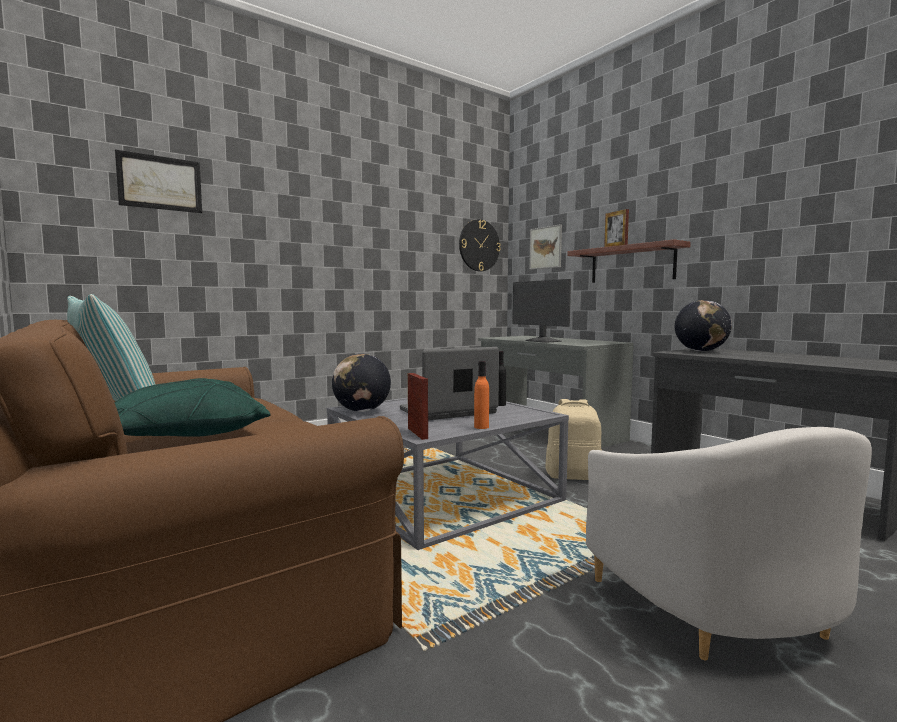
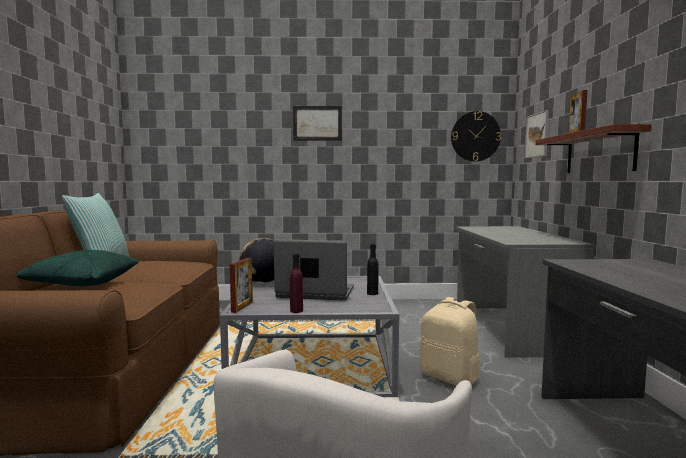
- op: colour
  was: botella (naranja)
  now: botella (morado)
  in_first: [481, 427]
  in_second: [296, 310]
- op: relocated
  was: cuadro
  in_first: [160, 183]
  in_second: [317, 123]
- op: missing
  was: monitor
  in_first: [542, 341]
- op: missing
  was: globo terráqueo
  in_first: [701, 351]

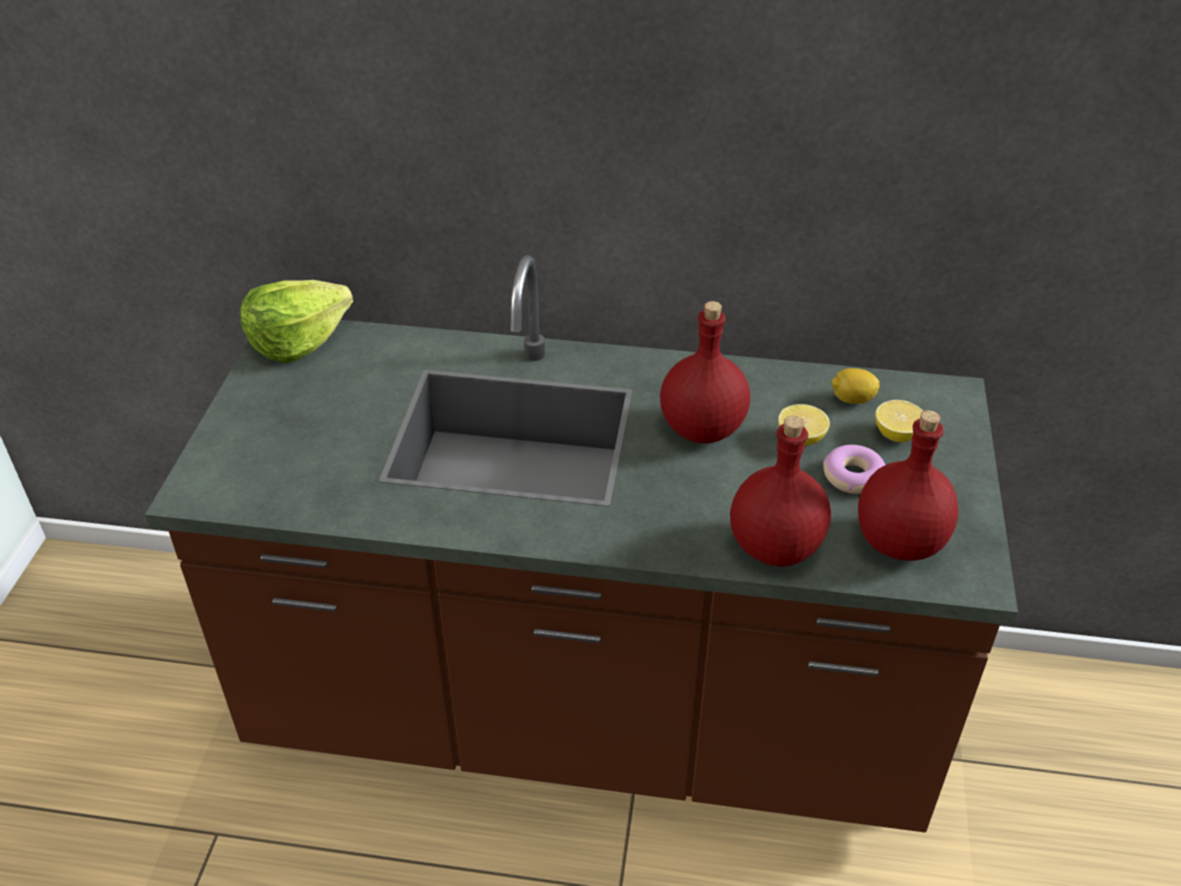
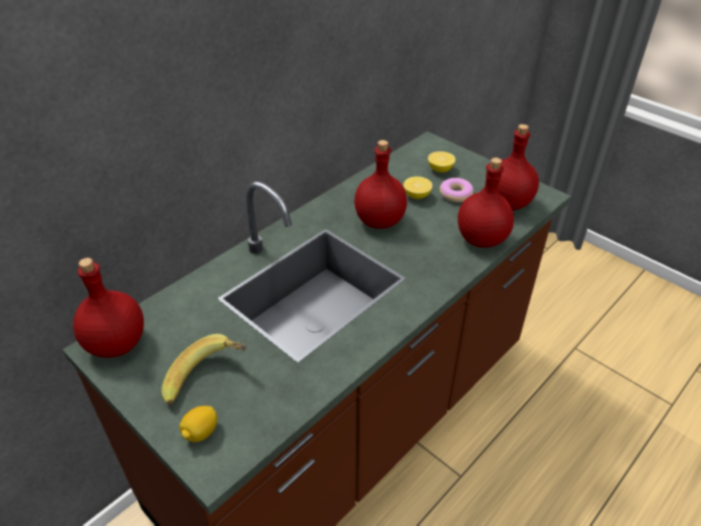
- op: exchanged
  was: lechuga
  now: botella (rojo)
  in_first: [297, 341]
  in_second: [116, 345]
- op: appeared
  now: plátano
  in_second: [208, 381]
- op: relocated
  was: limón
  in_first: [852, 399]
  in_second: [201, 432]

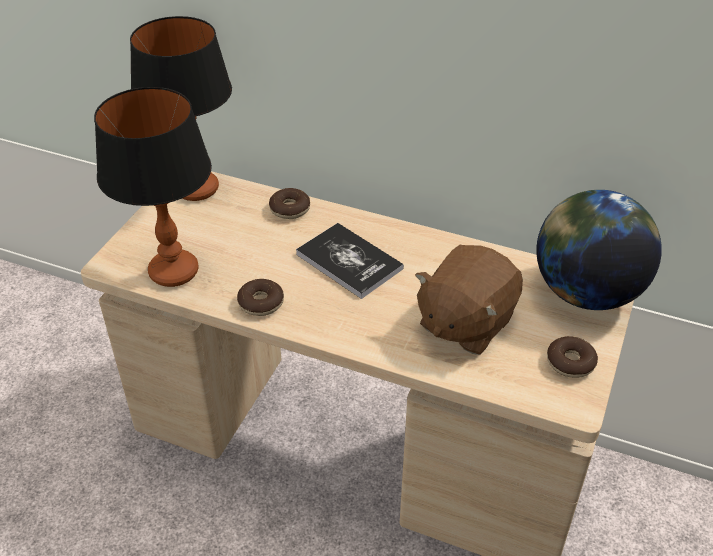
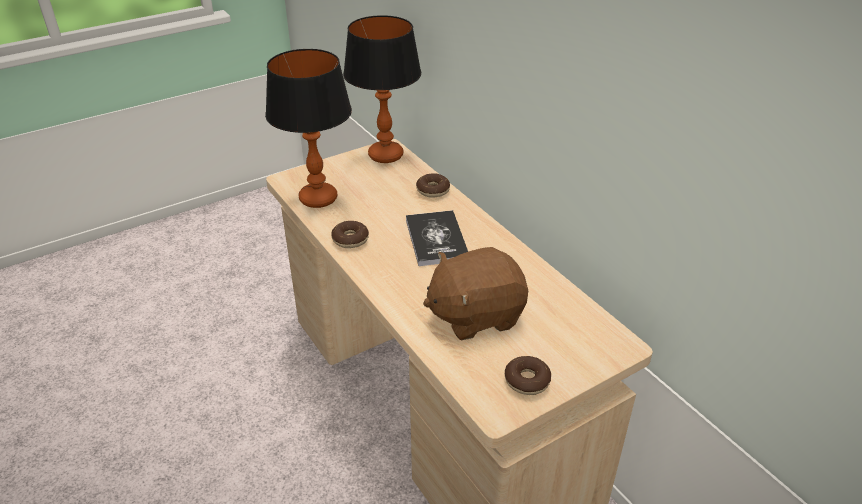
- op: missing
  was: globo terráqueo
  in_first: [586, 292]

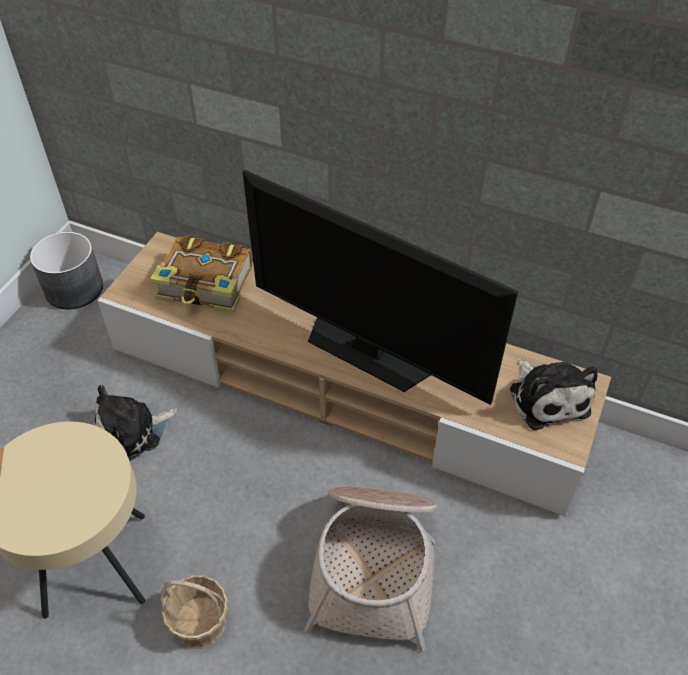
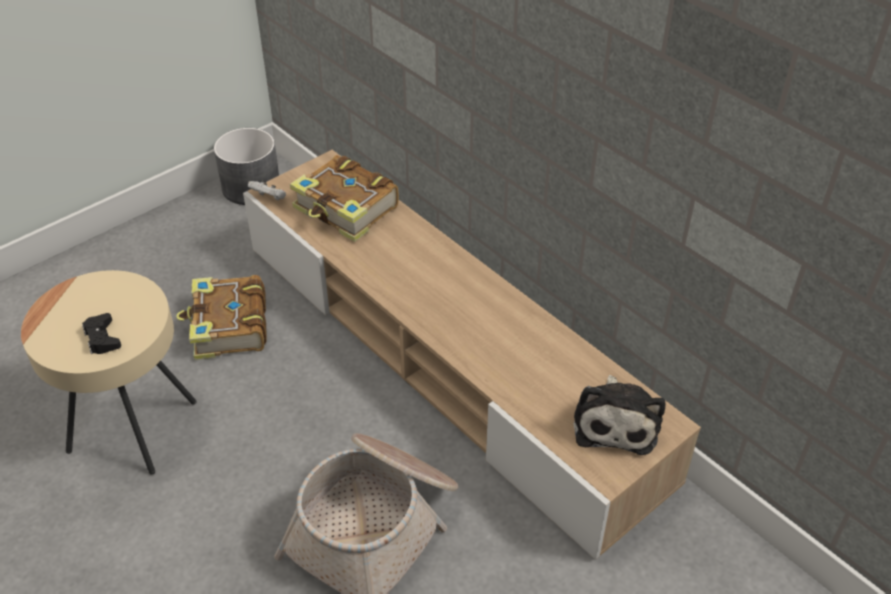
- op: appeared
  now: mando de consola (negro)
  in_second: [102, 338]
- op: exchanged
  was: peluche
  now: libro
  in_first: [132, 432]
  in_second: [228, 327]
- op: appeared
  now: mando de consola (blanco)
  in_second: [269, 198]
- op: missing
  was: cesta
  in_first: [200, 622]
- op: missing
  was: televisor
  in_first: [368, 350]

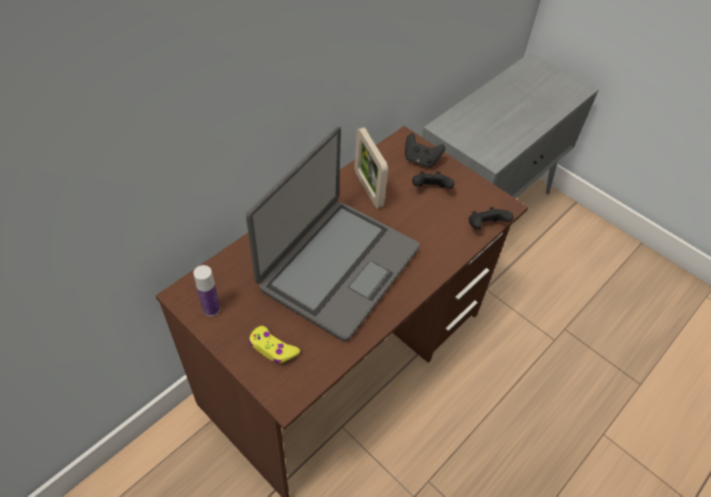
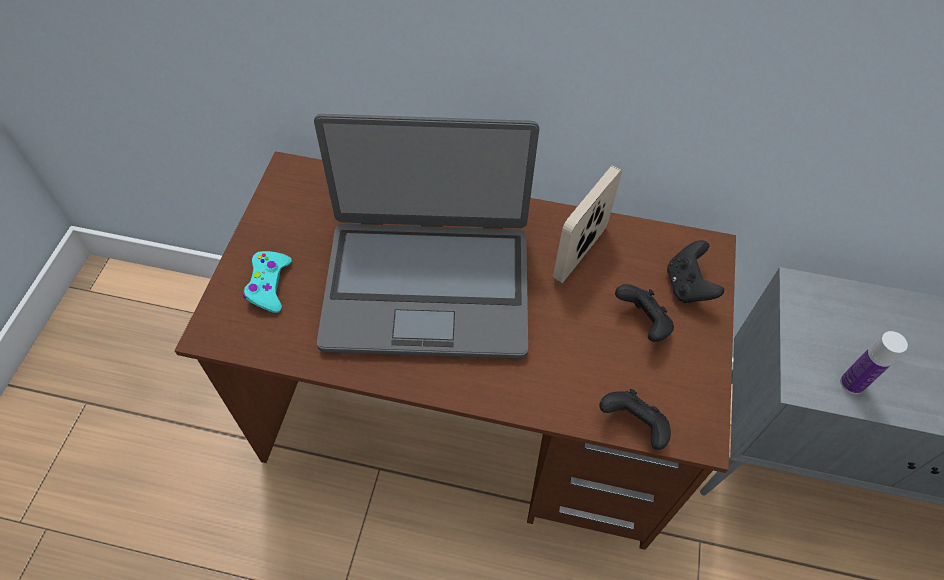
- op: colour
  was: mando de consola (amarillo)
  now: mando de consola (turquesa)
  in_first: [272, 348]
  in_second: [269, 285]
- op: relocated
  was: botella
  in_first: [211, 308]
  in_second: [852, 383]

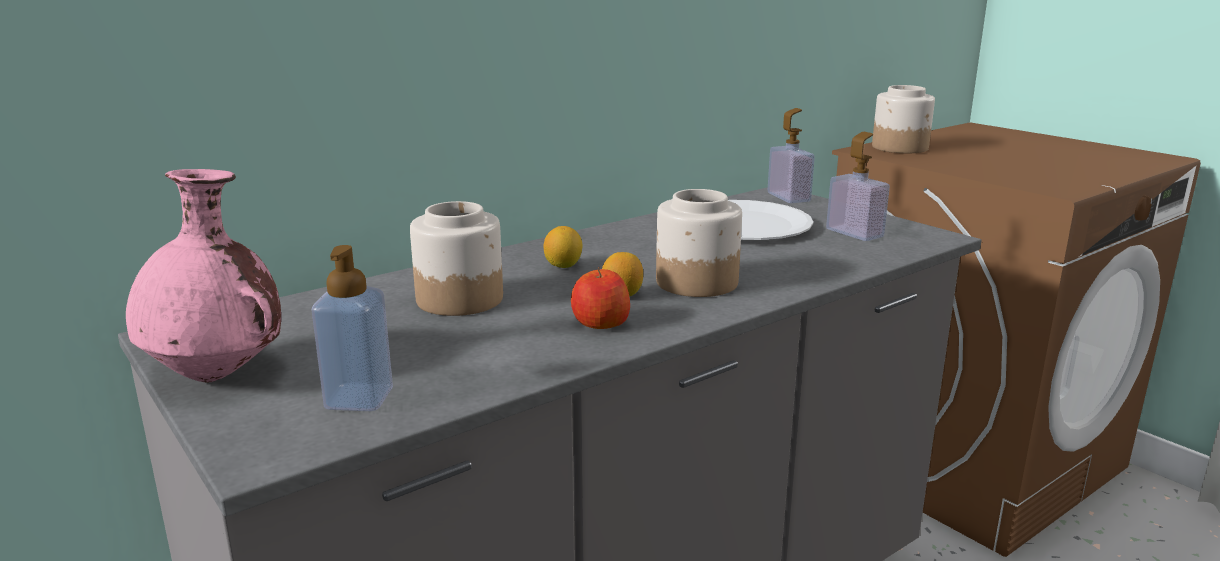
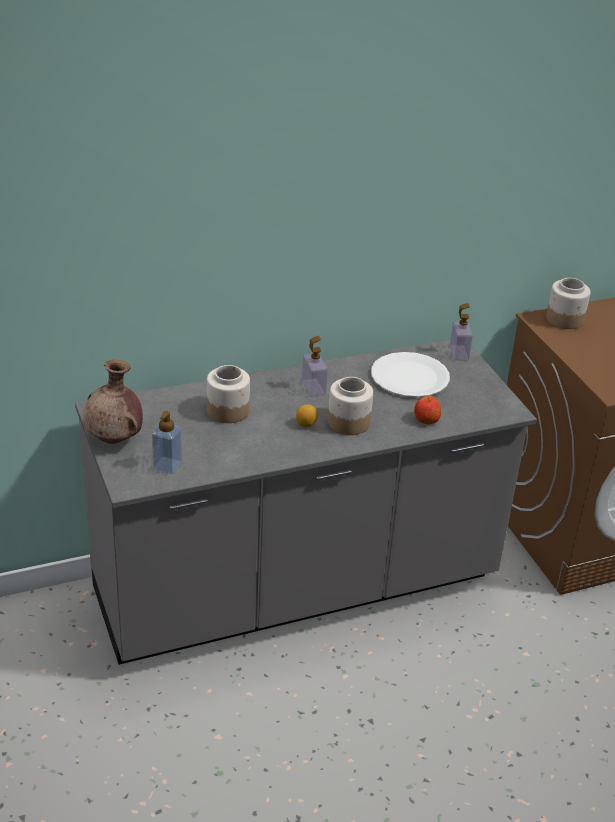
- op: colour
  was: florero (rosa)
  now: florero (marrón)
  in_first: [219, 375]
  in_second: [115, 439]
- op: relocated
  was: dispensador de jabón
  in_first: [854, 233]
  in_second: [313, 388]
- op: relocated
  was: manzana
  in_first: [600, 323]
  in_second: [426, 419]
- op: missing
  was: limón
  in_first: [563, 266]

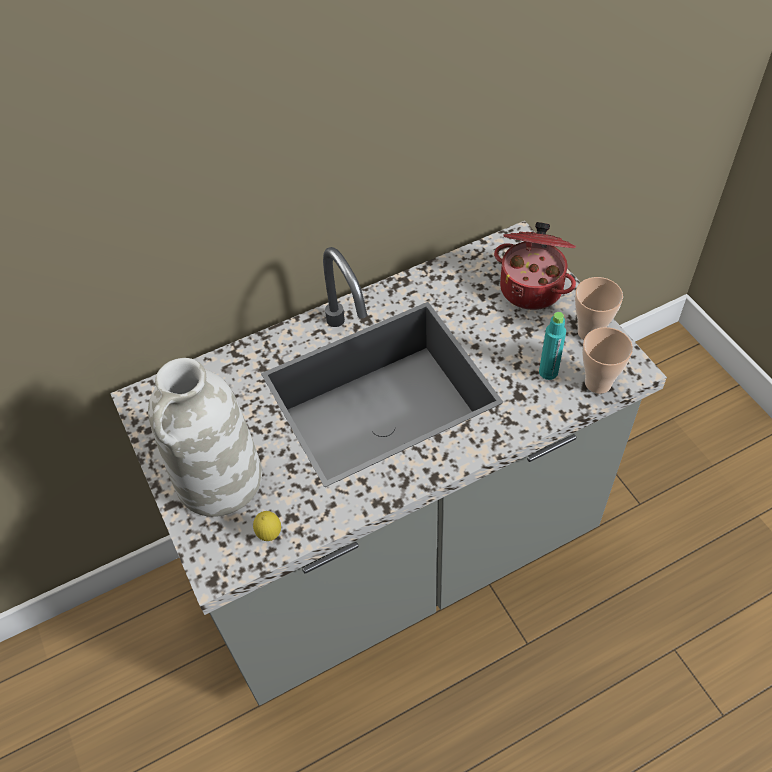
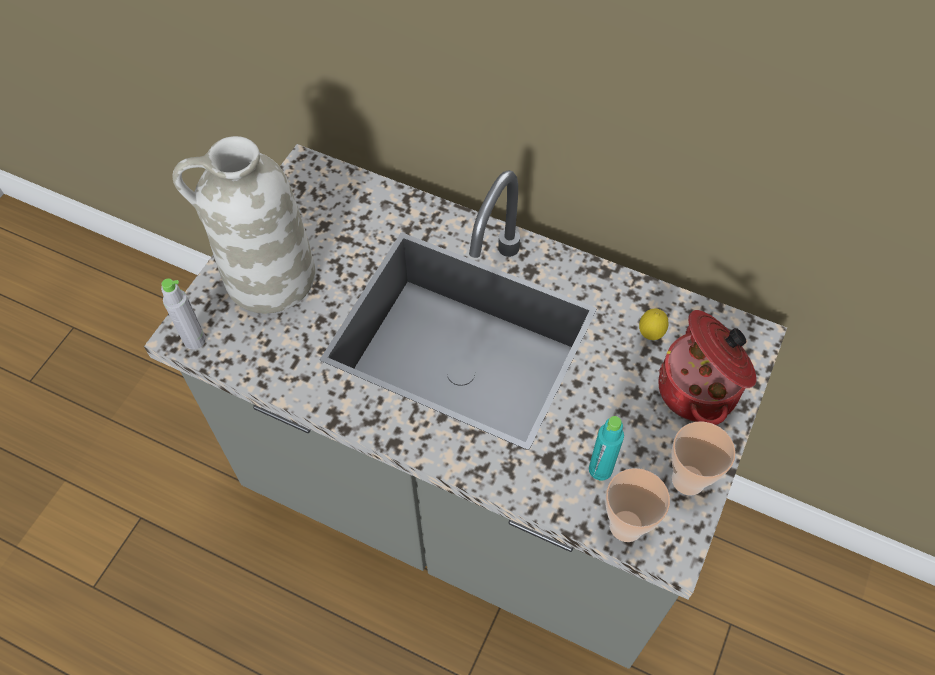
- op: appeared
  now: botella (gris)
  in_second: [194, 340]
- op: relocated
  was: limón
  in_first: [270, 535]
  in_second: [650, 335]

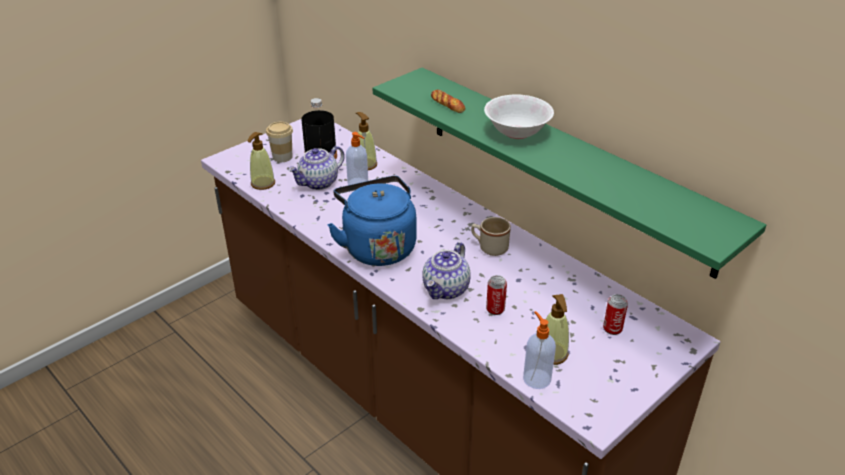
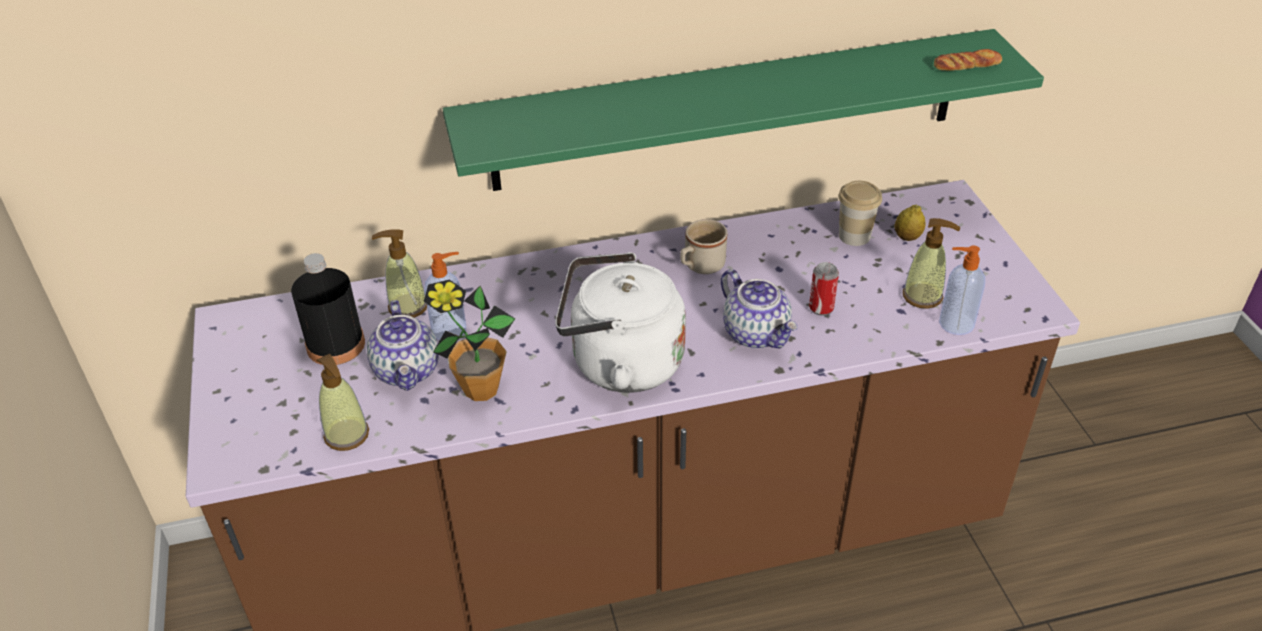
- op: appeared
  now: planta en maceta
  in_second: [481, 389]
- op: colour
  was: hervidor (azul)
  now: hervidor (blanco)
  in_first: [377, 246]
  in_second: [620, 363]
- op: relocated
  was: taza
  in_first: [282, 157]
  in_second: [854, 236]
- op: exchanged
  was: lata
  now: limón
  in_first: [612, 329]
  in_second: [907, 237]
- op: relocated
  was: pan
  in_first: [447, 104]
  in_second: [966, 65]
- op: missing
  was: cuenco (blanco)
  in_first: [516, 132]

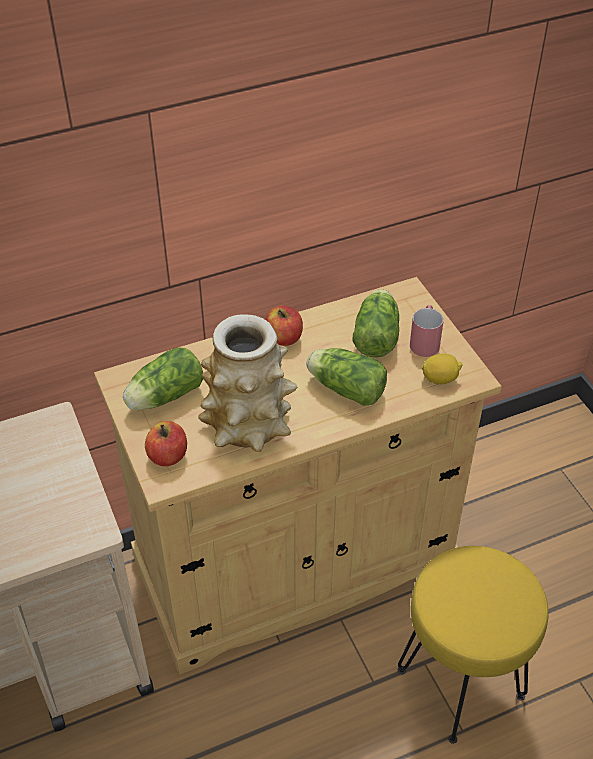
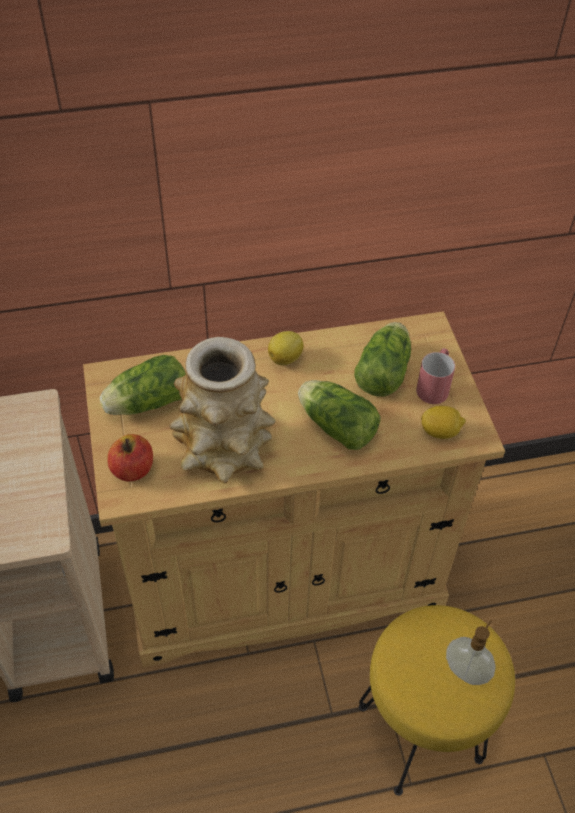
- op: exchanged
  was: manzana
  now: limón
  in_first: [284, 338]
  in_second: [286, 358]
- op: appeared
  now: dispensador de jabón
  in_second: [466, 671]

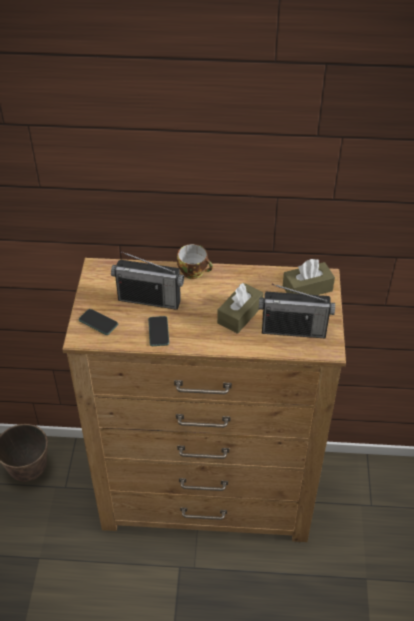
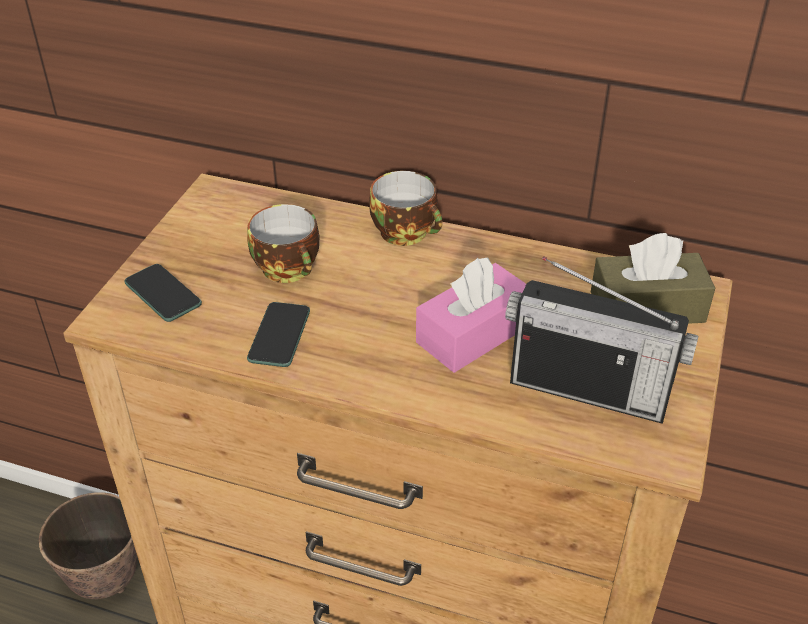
- op: exchanged
  was: radio
  now: taza
  in_first: [149, 299]
  in_second: [290, 269]
- op: colour
  was: caja de pañuelos (marrón)
  now: caja de pañuelos (rosa)
  in_first: [240, 314]
  in_second: [474, 333]

